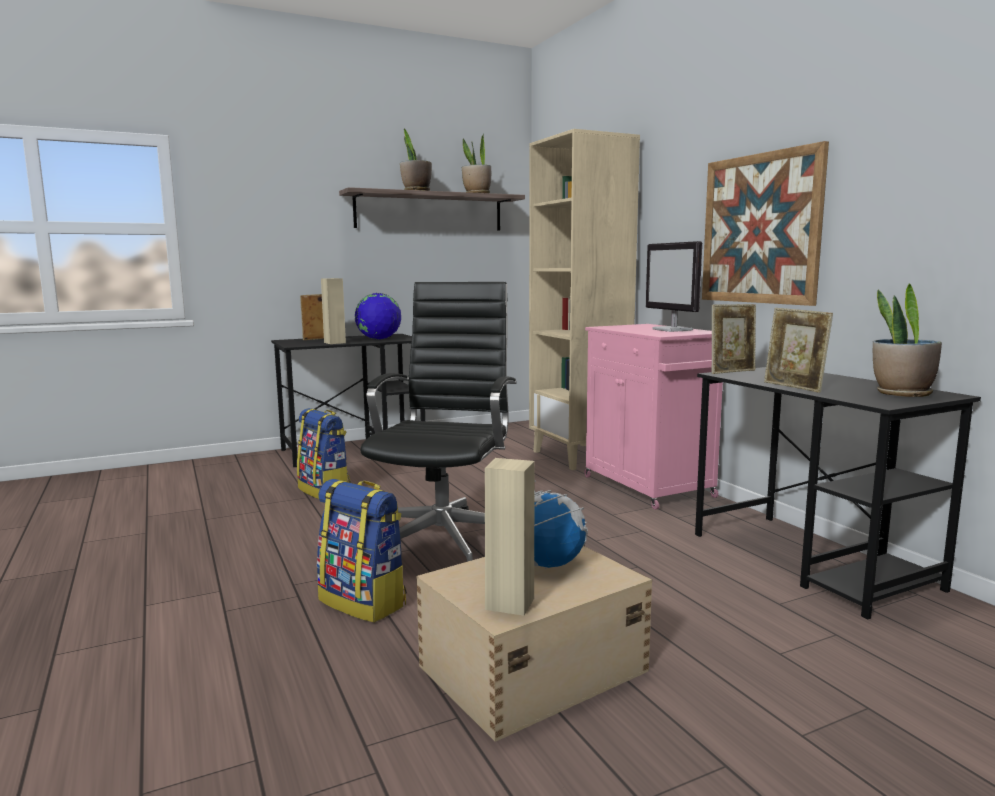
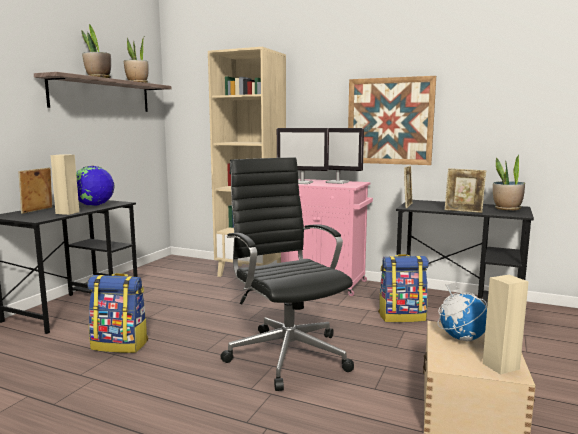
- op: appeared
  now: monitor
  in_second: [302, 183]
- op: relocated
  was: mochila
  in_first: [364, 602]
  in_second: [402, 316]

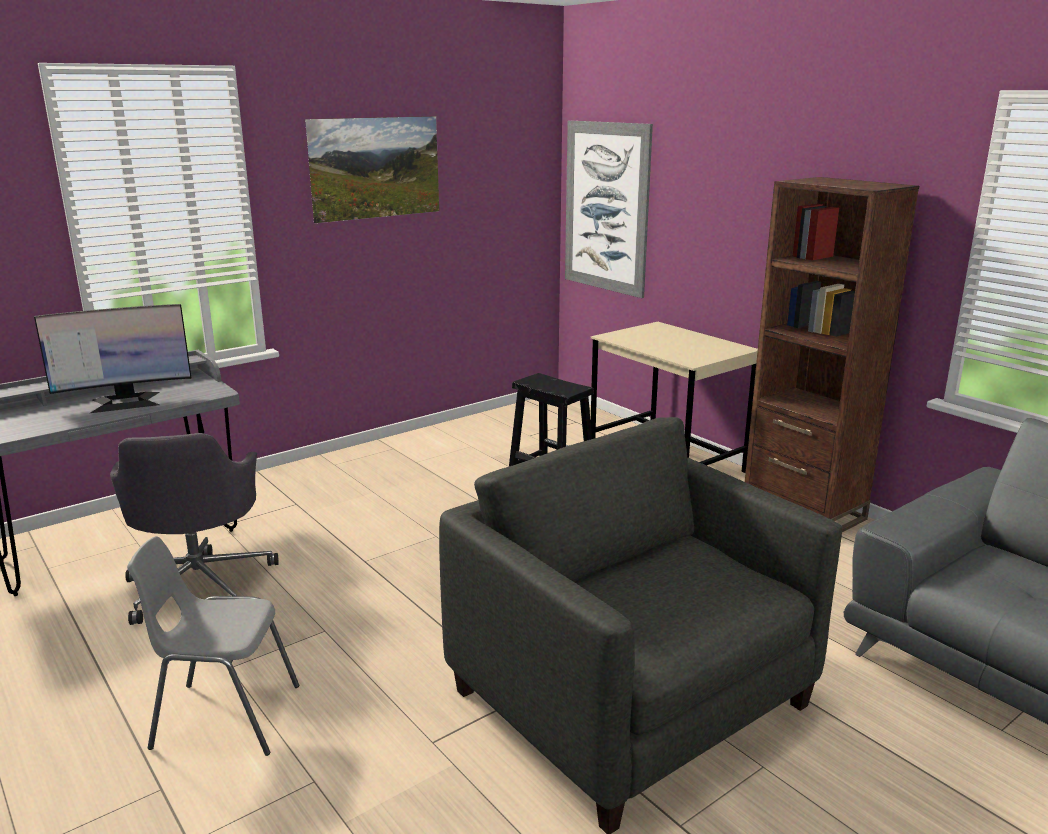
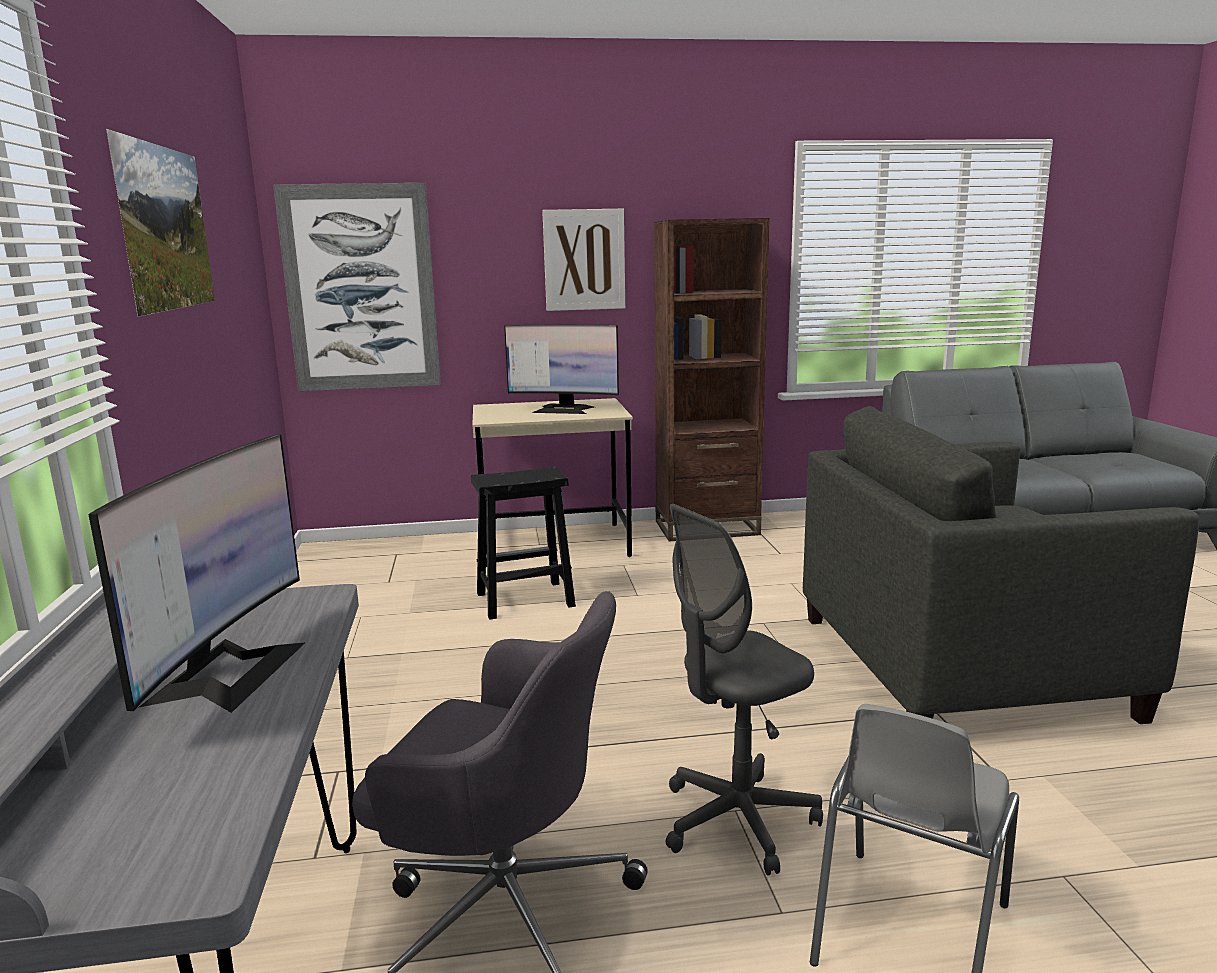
- op: appeared
  now: monitor
  in_second: [564, 409]
- op: appeared
  now: cuadro
  in_second: [584, 260]
- op: appeared
  now: silla de oficina (gris)
  in_second: [737, 821]

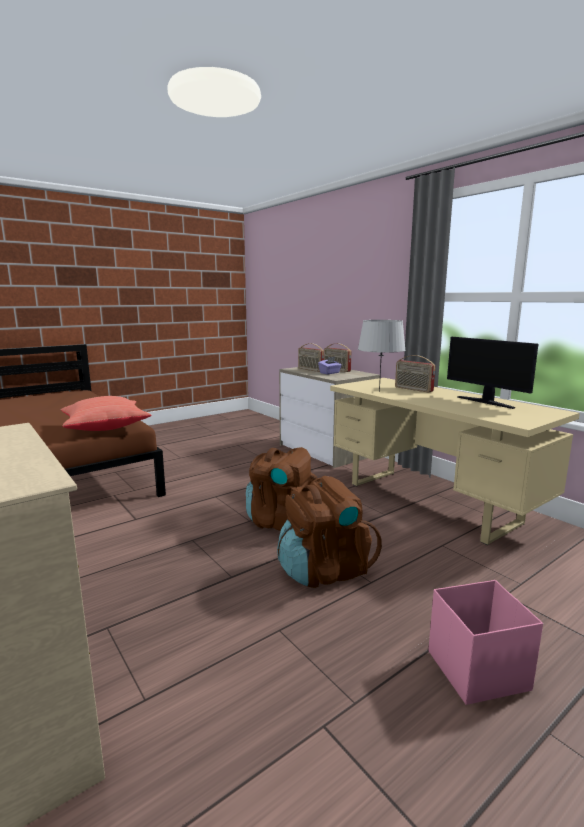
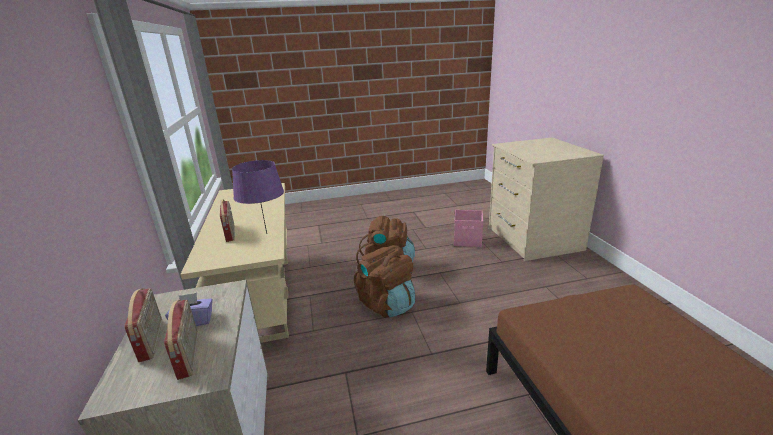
- op: colour
  was: lámpara de mesa (gris)
  now: lámpara de mesa (morado)
  in_first: [379, 391]
  in_second: [266, 233]
- op: relocated
  was: caja de almacenaje (rosa)
  in_first: [476, 670]
  in_second: [468, 241]
- op: missing
  was: cojín (rojo)
  in_first: [105, 428]
- op: missing
  was: monitor
  in_first: [486, 402]

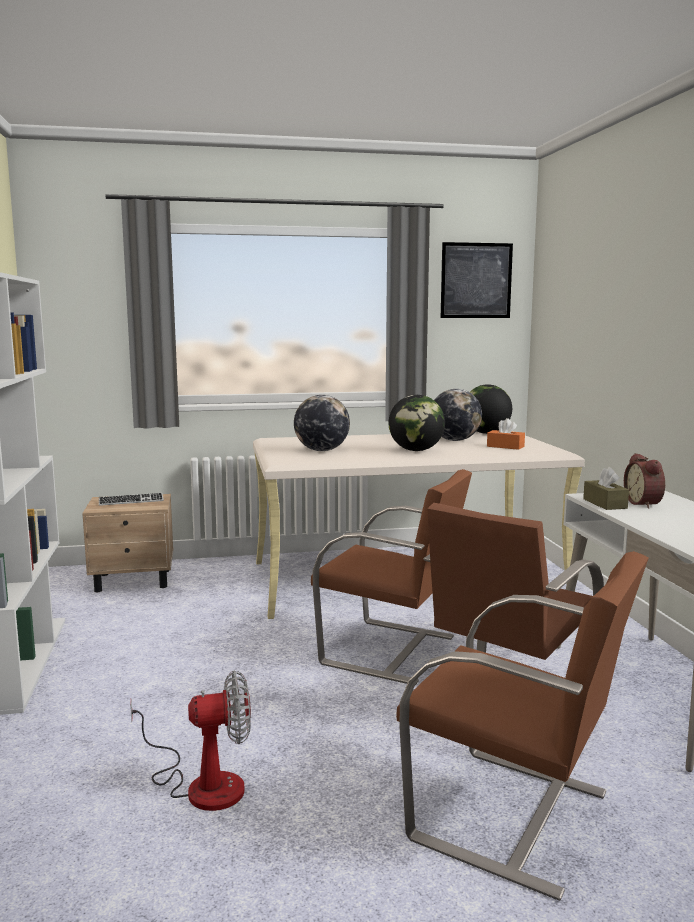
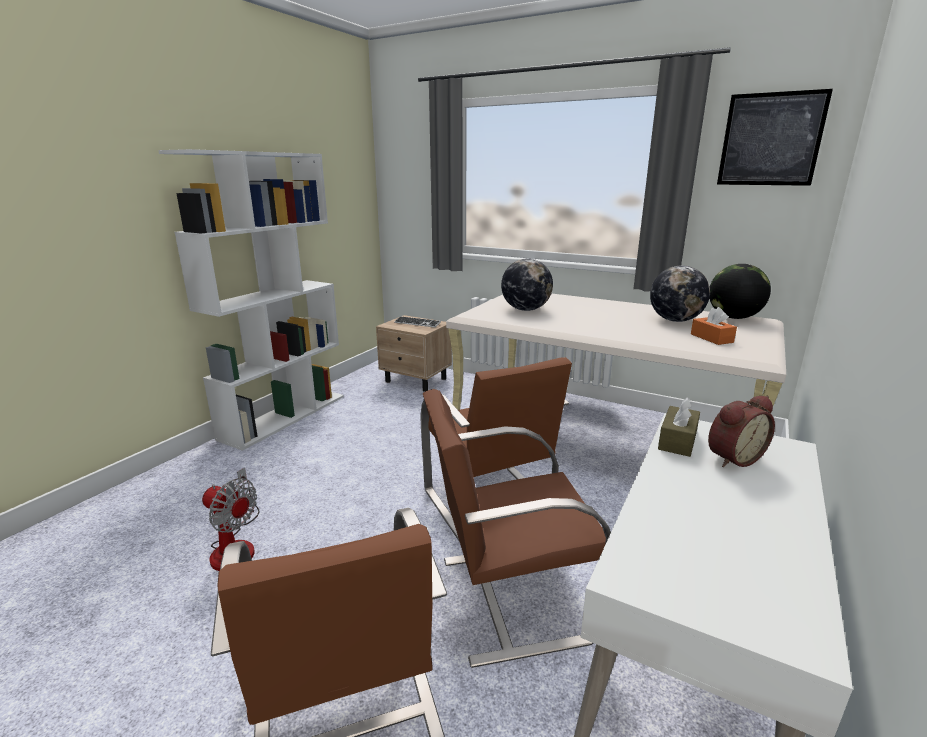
- op: spun
  was: despertador
  in_first: [645, 504]
  in_second: [732, 457]
  clockwise: -150
- op: missing
  was: globo terráqueo
  in_first: [416, 450]

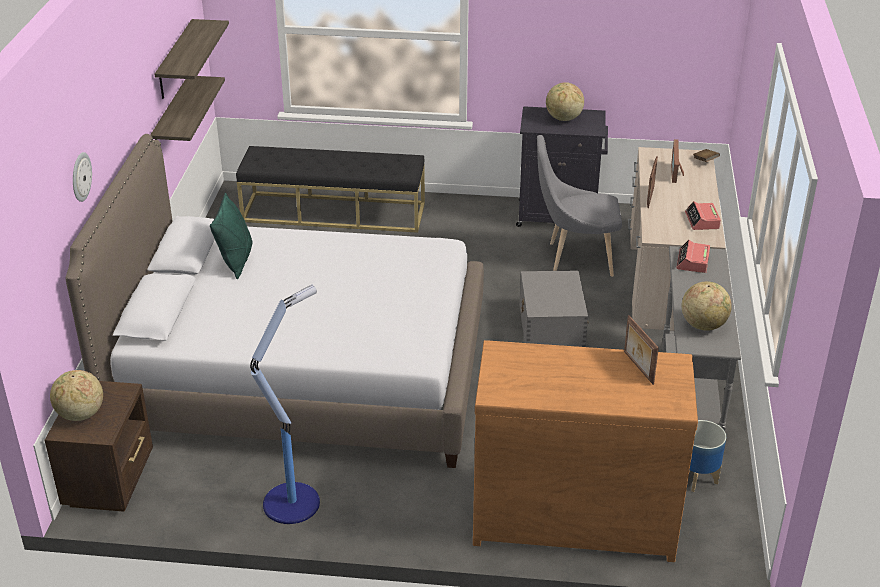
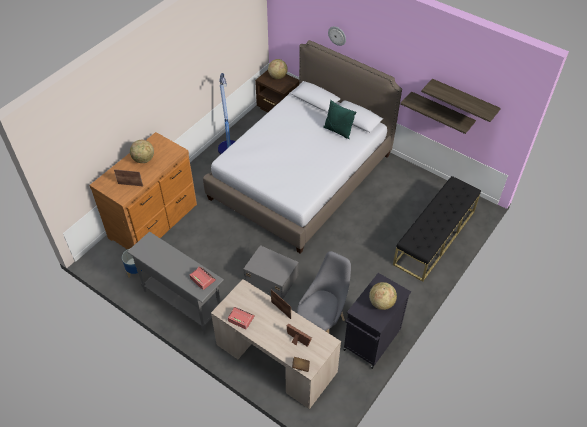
- op: relocated
  was: globo terráqueo
  in_first: [703, 325]
  in_second: [144, 159]

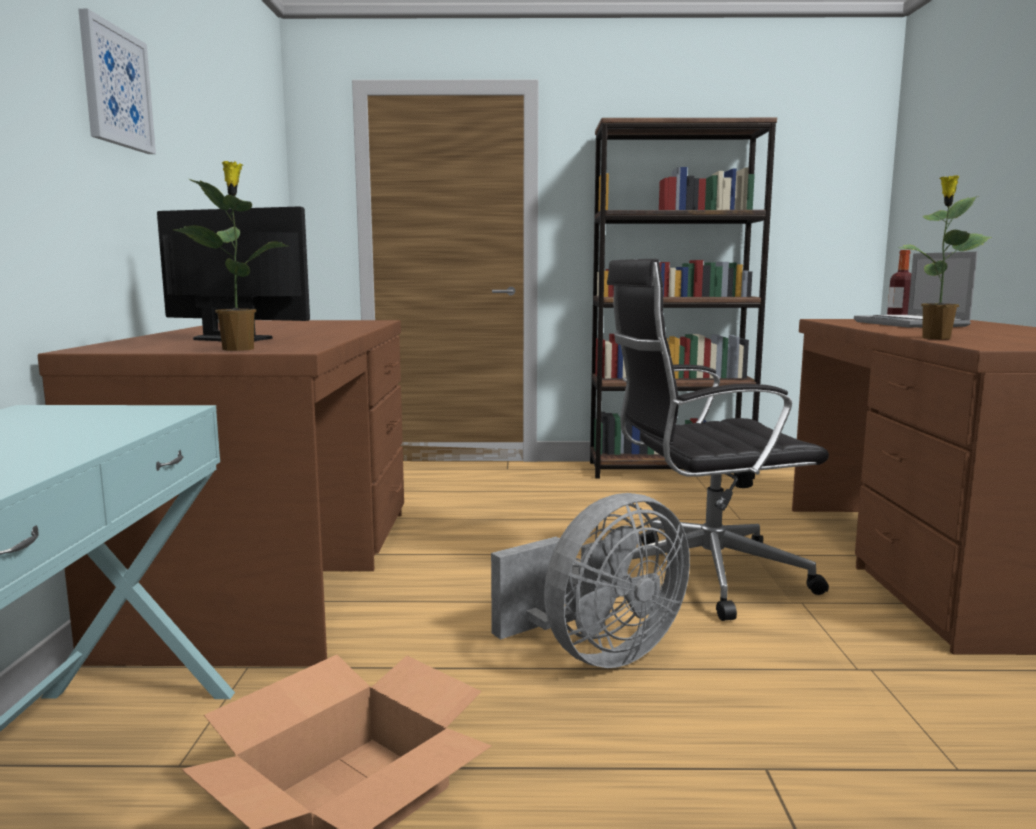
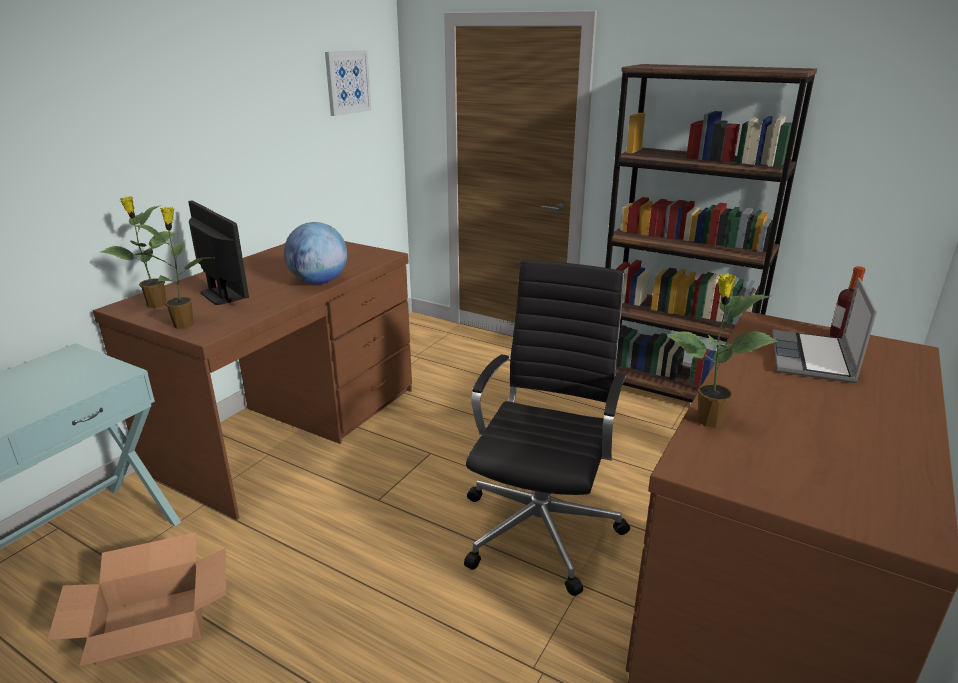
- op: appeared
  now: planta en maceta
  in_second: [156, 305]
- op: appeared
  now: globo terráqueo
  in_second: [319, 282]
- op: relocated
  was: cuadro
  in_first: [116, 87]
  in_second: [347, 82]
- op: spun
  was: silla de oficina (negro)
  in_first: [702, 575]
  in_second: [542, 526]
  clockwise: 90
- op: missing
  was: ventilador (gris)
  in_first: [597, 653]

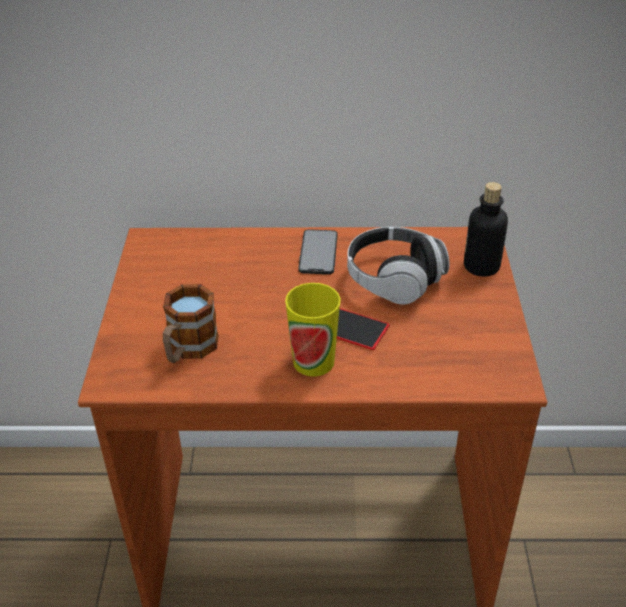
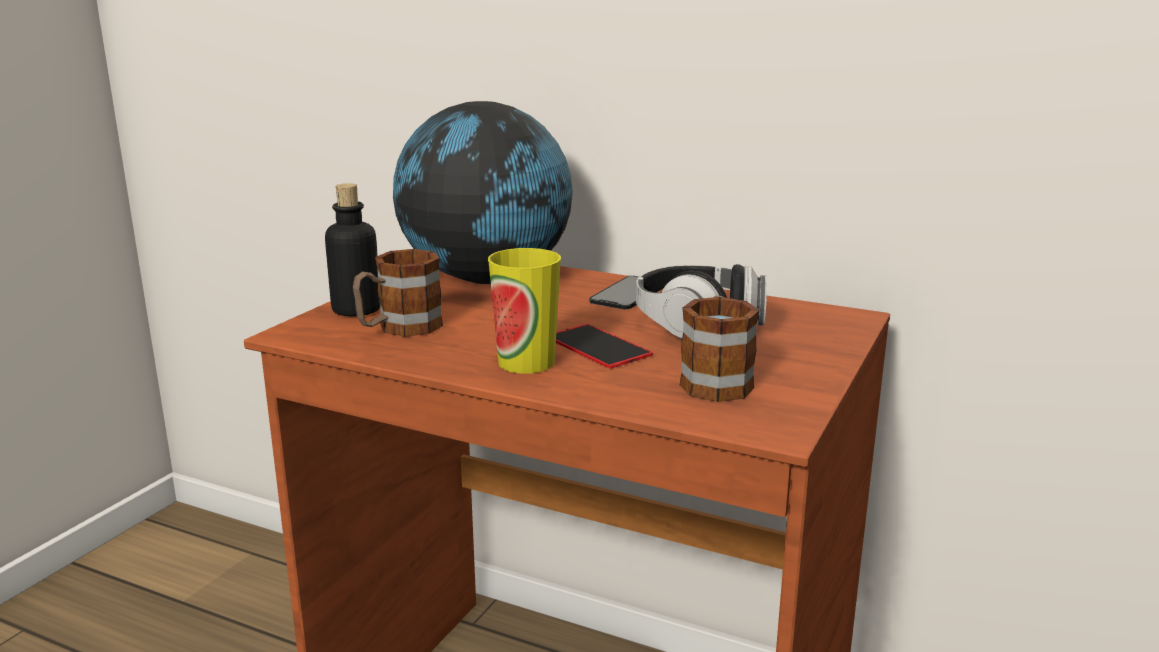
- op: relocated
  was: botella
  in_first: [481, 266]
  in_second: [356, 310]
- op: appeared
  now: globo terráqueo
  in_second: [487, 279]
- op: appeared
  now: taza grande
  in_second: [716, 379]

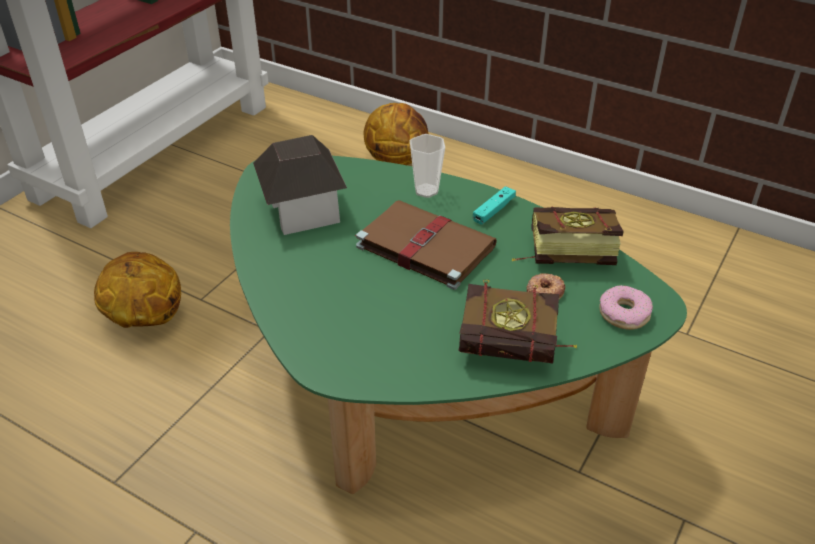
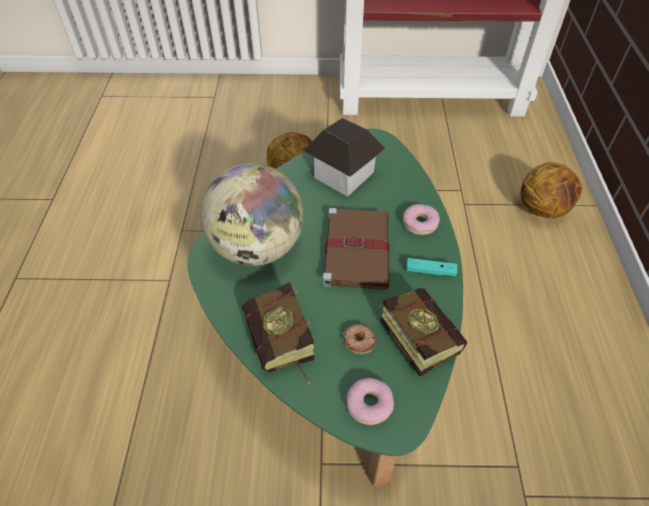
- op: appeared
  now: globo terráqueo
  in_second: [257, 247]
- op: exchanged
  was: taza
  now: rosquilla
  in_first: [426, 191]
  in_second: [420, 223]

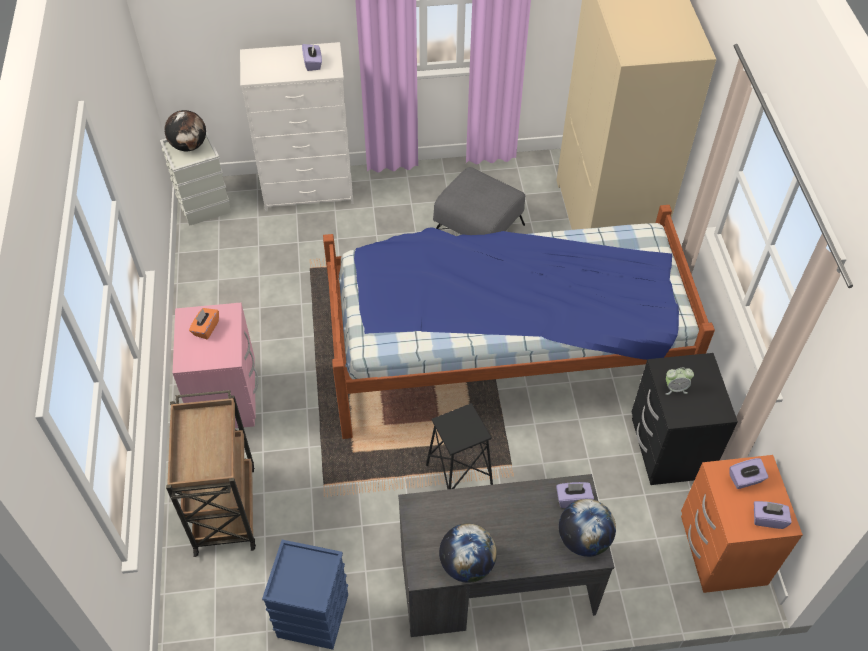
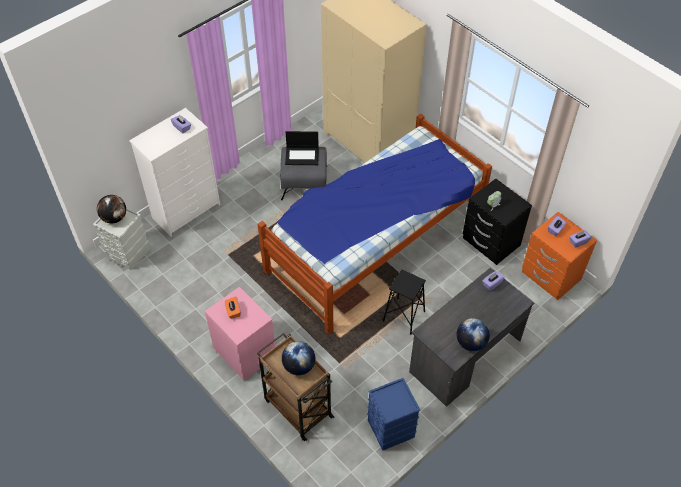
- op: relocated
  was: globo terráqueo
  in_first: [583, 539]
  in_second: [299, 366]
- op: appeared
  now: portátil
  in_second: [302, 156]

